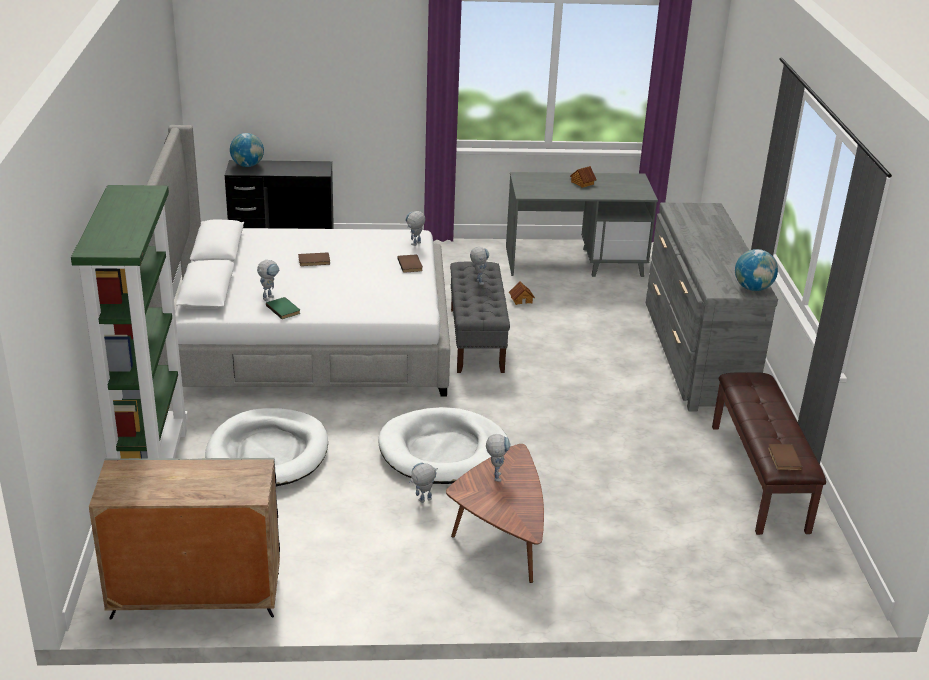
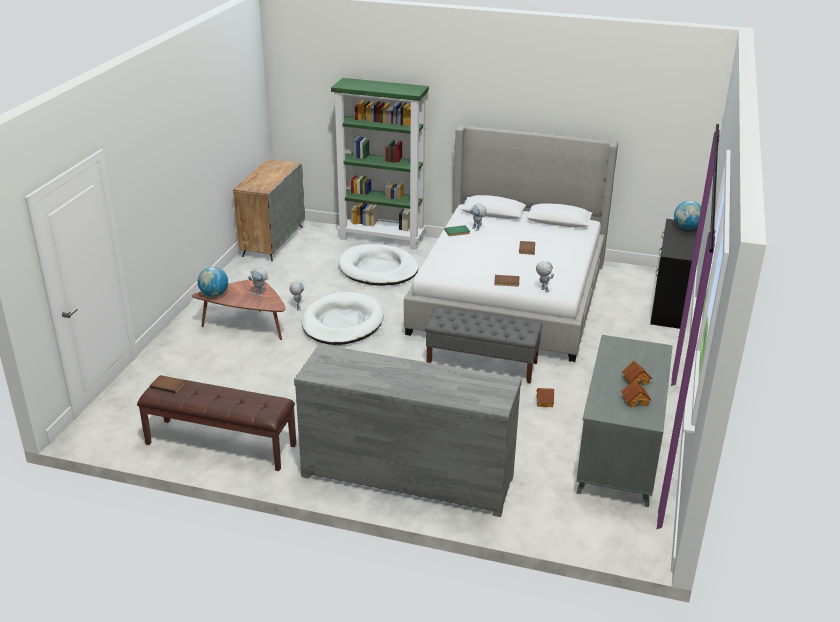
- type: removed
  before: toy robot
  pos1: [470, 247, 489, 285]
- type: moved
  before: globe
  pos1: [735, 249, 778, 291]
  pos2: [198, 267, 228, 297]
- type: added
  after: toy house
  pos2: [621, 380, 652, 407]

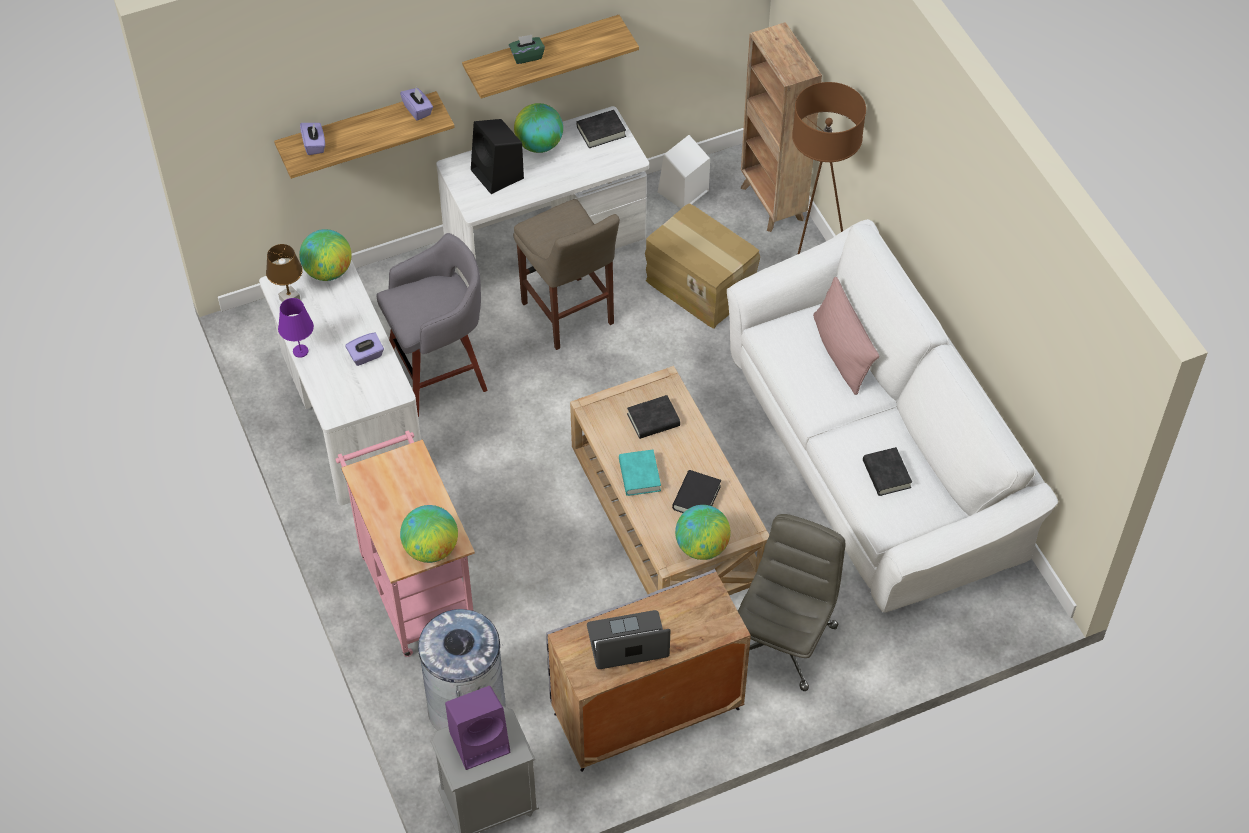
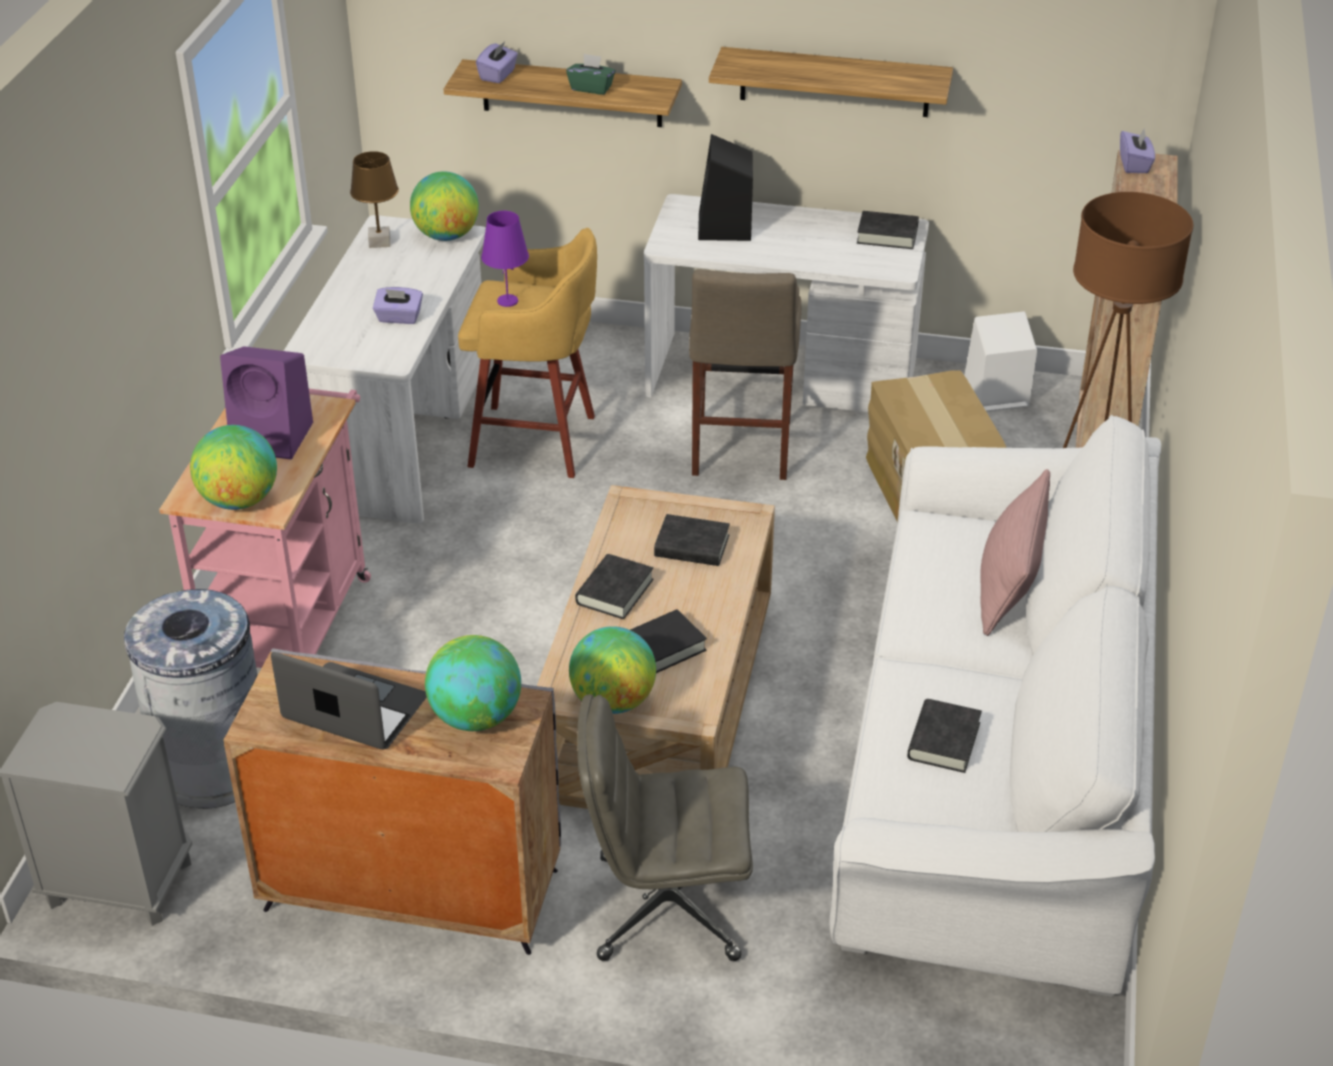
- type: moved
  before: green tissue box
  pos1: [509, 35, 545, 64]
  pos2: [566, 54, 616, 95]
- type: moved
  before: purple tissue box
  pos1: [400, 88, 433, 121]
  pos2: [1120, 127, 1155, 173]
- type: moved
  before: globe
  pos1: [514, 103, 563, 153]
  pos2: [425, 635, 521, 731]
- type: recoloured
  before: grey stool
  after: yellow stool
  pos1: [376, 233, 488, 417]
  pos2: [458, 228, 597, 478]
- type: moved
  before: purple table lamp
  pos1: [278, 298, 314, 358]
  pos2: [481, 211, 529, 307]
- type: recoloured
  before: turquoise book
  after: black book
  pos1: [619, 449, 661, 496]
  pos2: [575, 554, 653, 619]
- type: turned
  before: grey office chair
  pos1: [738, 514, 845, 691]
  pos2: [577, 694, 753, 961]
  turn: -150
- type: moved
  before: purple speaker
  pos1: [445, 686, 510, 770]
  pos2: [220, 346, 313, 459]

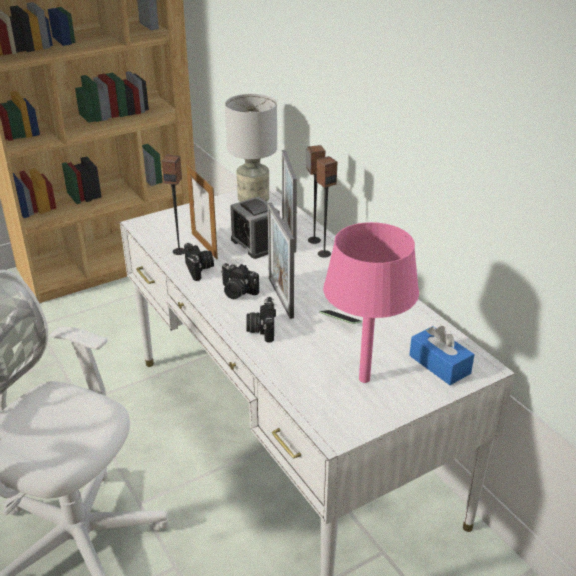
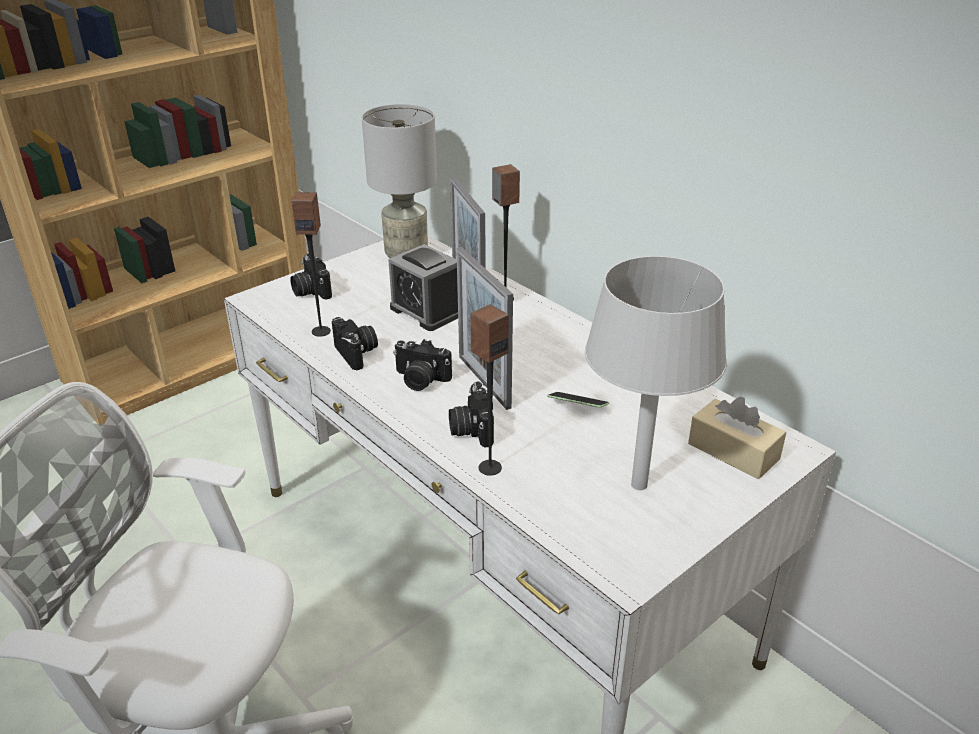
- type: moved
  before: speaker
  pos1: [316, 156, 337, 258]
  pos2: [470, 304, 509, 476]
- type: removed
  before: picture frame
  pos1: [186, 164, 218, 259]
- type: recoloured
  before: pink table lamp
  after: grey table lamp
  pos1: [323, 222, 419, 383]
  pos2: [585, 256, 727, 490]
- type: recoloured
  before: blue tissue box
  after: beige tissue box
  pos1: [409, 326, 474, 385]
  pos2: [688, 397, 786, 479]
- type: added
  after: photo camera
  pos2: [290, 254, 332, 300]

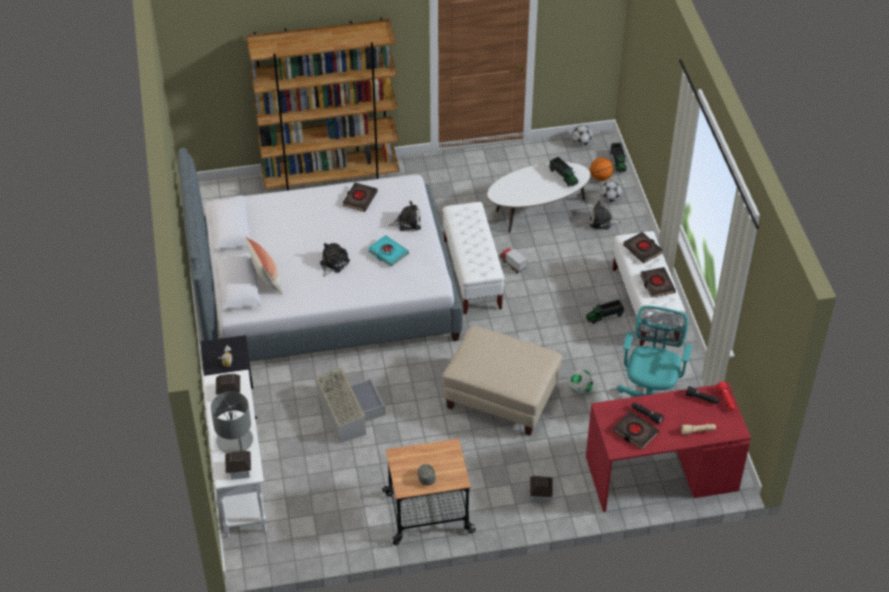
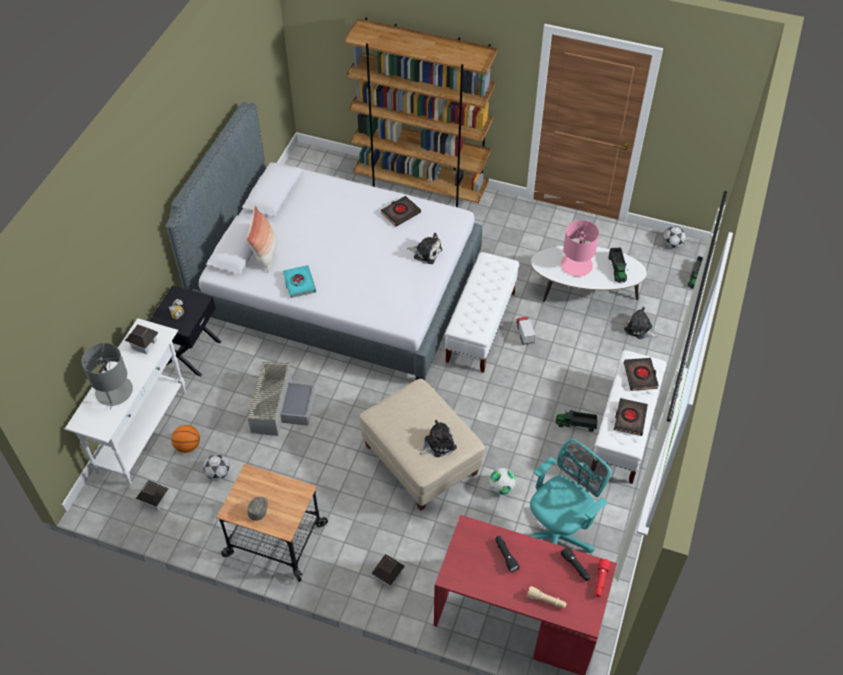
- type: moved
  before: basketball
  pos1: [590, 158, 614, 181]
  pos2: [171, 425, 200, 453]
- type: moved
  before: football
  pos1: [600, 181, 622, 203]
  pos2: [203, 454, 230, 480]
- type: moved
  before: turquoise book
  pos1: [368, 235, 409, 267]
  pos2: [283, 265, 316, 298]
- type: moved
  before: plush toy
  pos1: [320, 243, 350, 277]
  pos2: [420, 420, 457, 457]
- type: removed
  before: black book
  pos1: [613, 411, 659, 450]
- type: moved
  before: toy house
  pos1: [225, 451, 251, 480]
  pos2: [136, 480, 169, 511]
- type: added
  after: pink table lamp
  pos2: [561, 220, 599, 277]

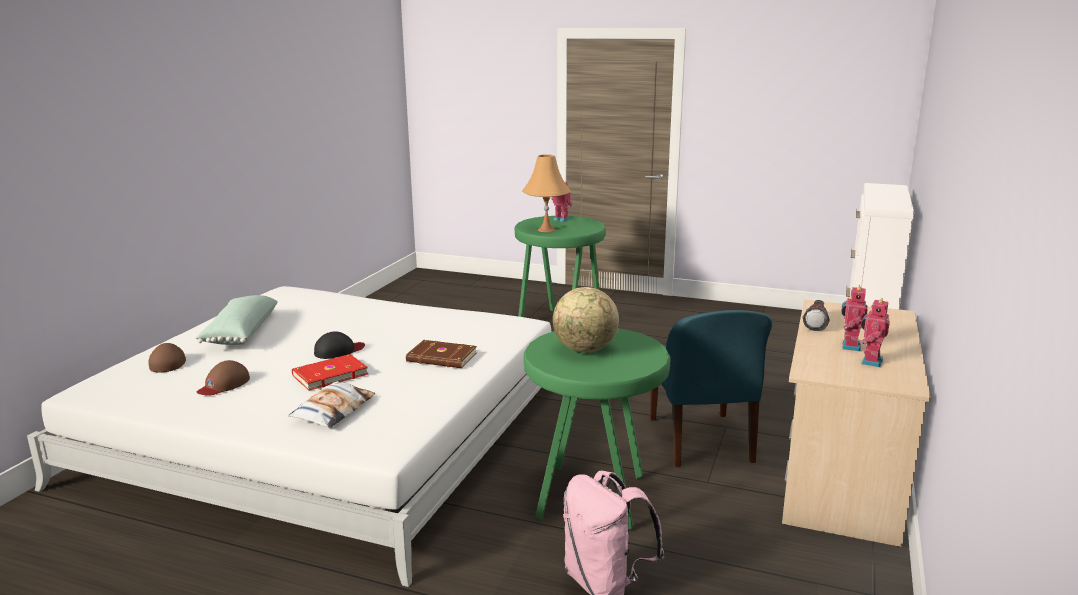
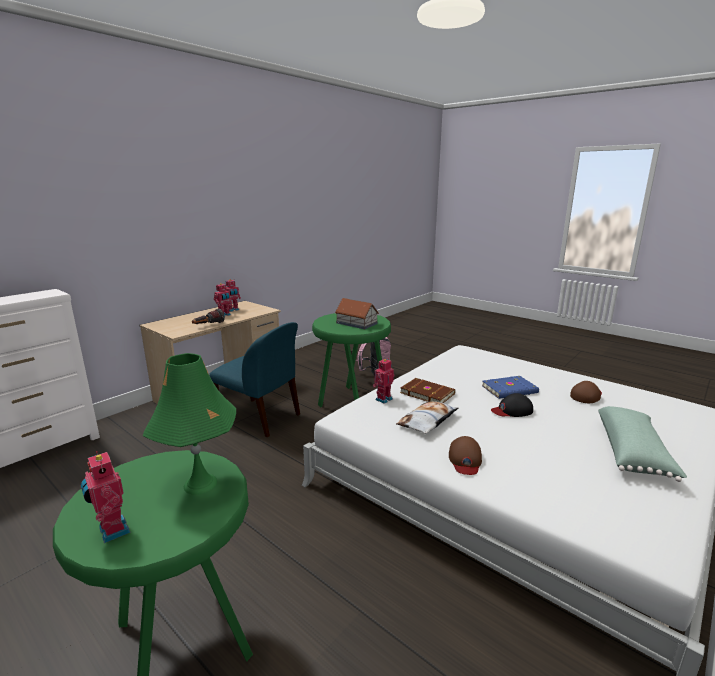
- type: recoloured
  before: orange table lamp
  after: green table lamp
  pos1: [522, 154, 571, 232]
  pos2: [142, 353, 236, 495]
- type: replaced
  before: globe
  after: toy house
  pos1: [553, 287, 619, 353]
  pos2: [335, 298, 379, 329]
- type: turned
  before: blue chair
  pos1: [650, 310, 773, 467]
  pos2: [209, 322, 300, 437]
  turn: 105
- type: moved
  before: brown cap
  pos1: [148, 343, 186, 372]
  pos2: [449, 436, 482, 475]
- type: recoloured
  before: red book
  after: blue book
  pos1: [292, 354, 368, 391]
  pos2: [482, 376, 539, 399]
- type: moved
  before: pillow
  pos1: [288, 381, 376, 428]
  pos2: [396, 401, 459, 434]
- type: added
  after: toy robot
  pos2: [373, 358, 394, 404]

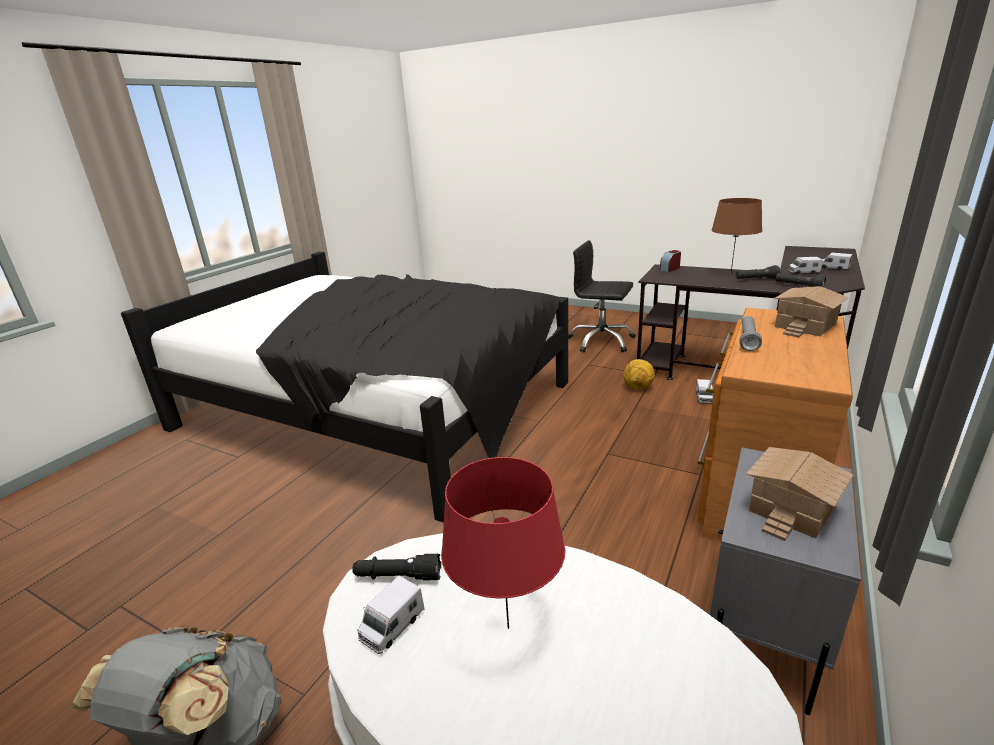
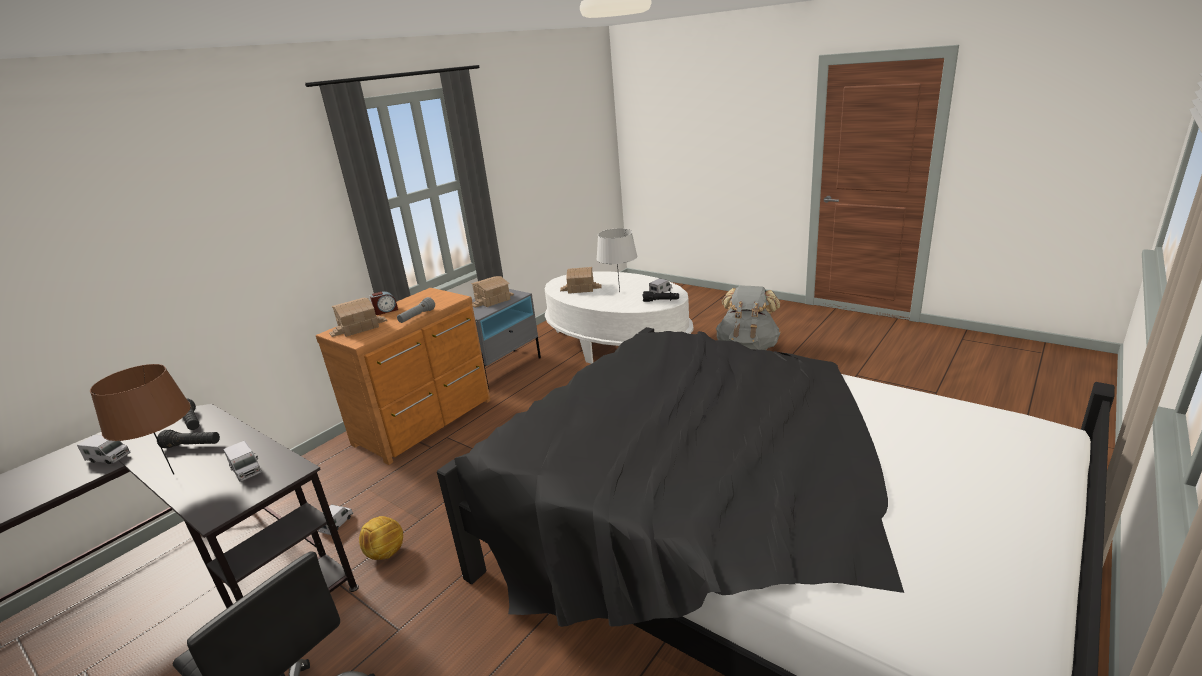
- type: moved
  before: alarm clock
  pos1: [660, 250, 681, 272]
  pos2: [370, 291, 398, 315]
- type: moved
  before: toy truck
  pos1: [822, 253, 853, 270]
  pos2: [223, 441, 262, 481]
- type: recoloured
  before: red table lamp
  after: grey table lamp
  pos1: [441, 457, 566, 629]
  pos2: [596, 228, 637, 292]
- type: added
  after: toy house
  pos2: [560, 267, 602, 294]

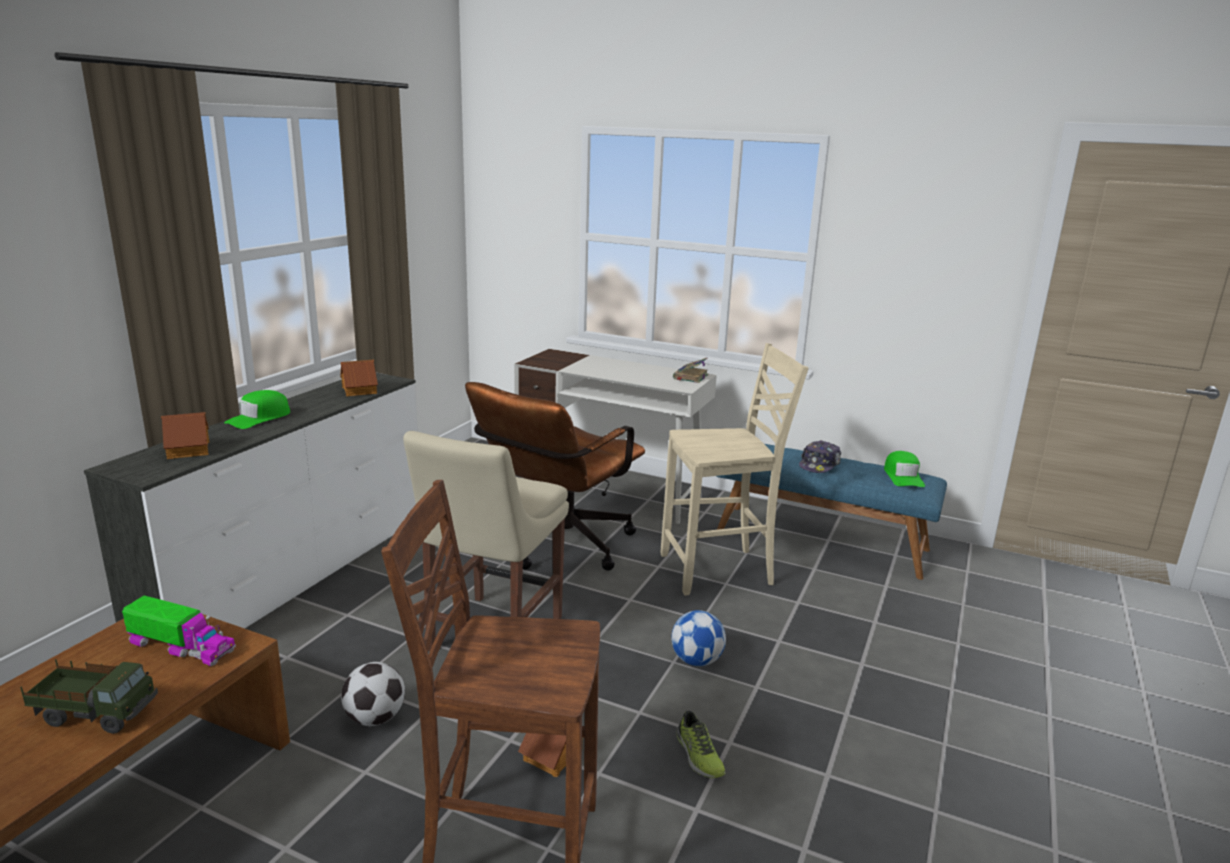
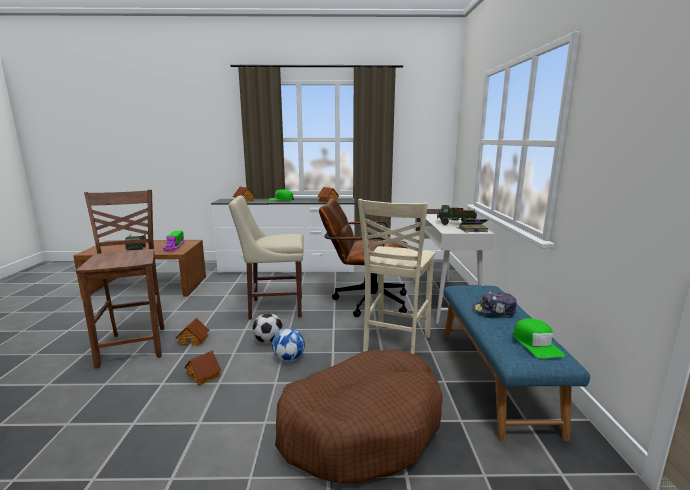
- type: turned
  before: beige chair
  pos1: [661, 343, 808, 595]
  pos2: [358, 199, 435, 354]
  turn: 60
- type: turned
  before: green cap
  pos1: [884, 451, 925, 487]
  pos2: [513, 318, 565, 359]
  turn: -75
- type: moved
  before: football
  pos1: [341, 662, 405, 726]
  pos2: [253, 313, 283, 344]
- type: replaced
  before: shoe
  after: toy house
  pos1: [677, 711, 726, 778]
  pos2: [184, 350, 221, 386]
- type: added
  after: toy truck
  pos2: [437, 205, 477, 225]
- type: added
  after: brown dog bed
  pos2: [275, 349, 443, 484]

